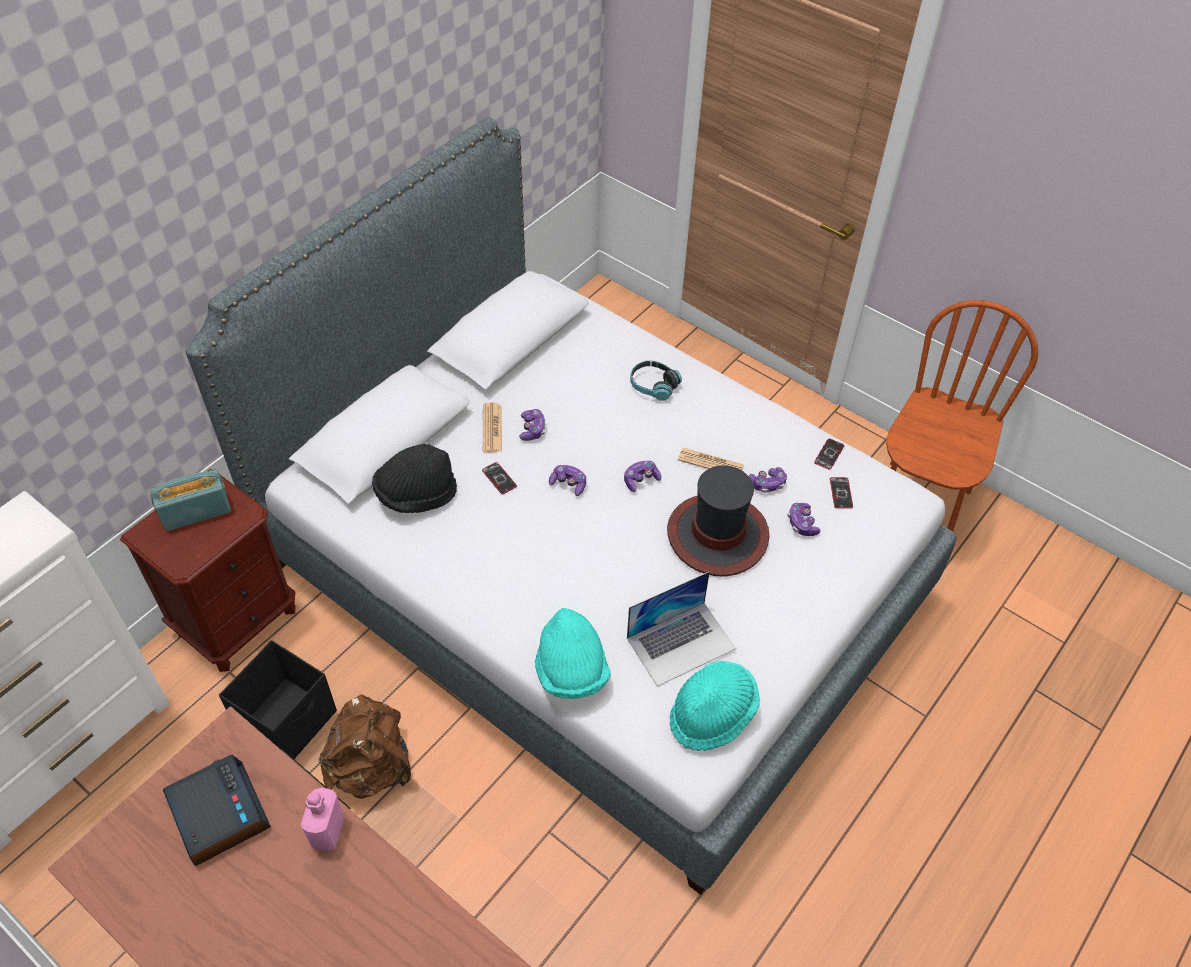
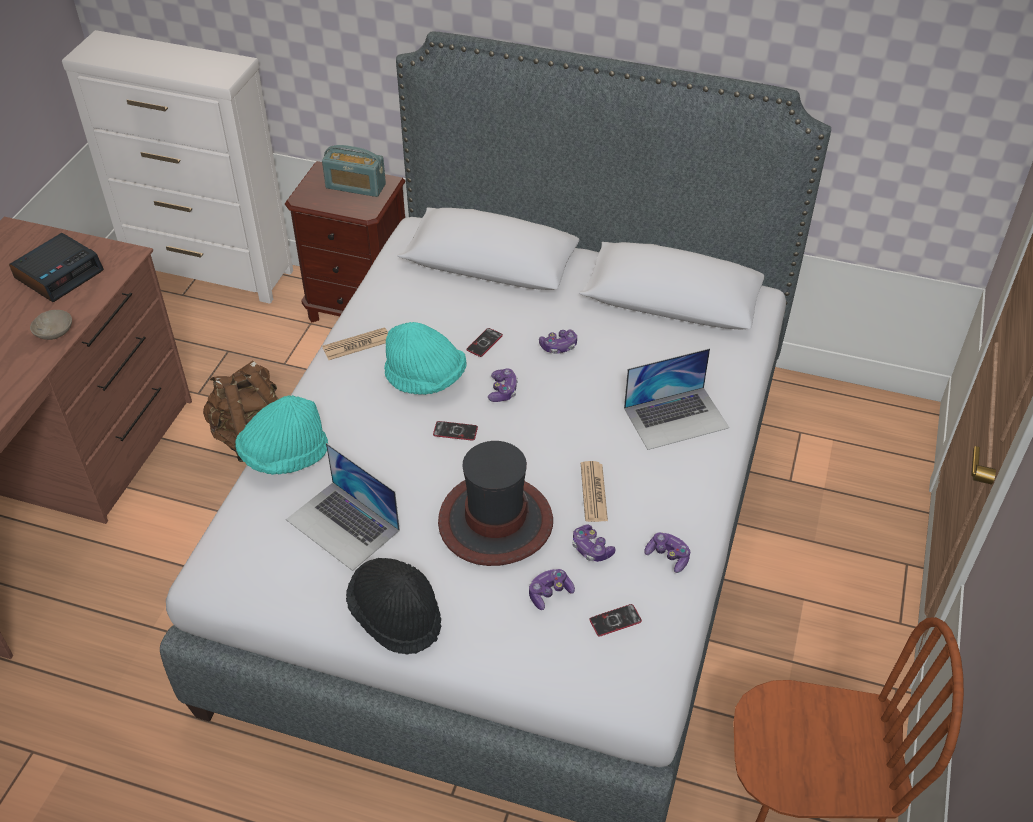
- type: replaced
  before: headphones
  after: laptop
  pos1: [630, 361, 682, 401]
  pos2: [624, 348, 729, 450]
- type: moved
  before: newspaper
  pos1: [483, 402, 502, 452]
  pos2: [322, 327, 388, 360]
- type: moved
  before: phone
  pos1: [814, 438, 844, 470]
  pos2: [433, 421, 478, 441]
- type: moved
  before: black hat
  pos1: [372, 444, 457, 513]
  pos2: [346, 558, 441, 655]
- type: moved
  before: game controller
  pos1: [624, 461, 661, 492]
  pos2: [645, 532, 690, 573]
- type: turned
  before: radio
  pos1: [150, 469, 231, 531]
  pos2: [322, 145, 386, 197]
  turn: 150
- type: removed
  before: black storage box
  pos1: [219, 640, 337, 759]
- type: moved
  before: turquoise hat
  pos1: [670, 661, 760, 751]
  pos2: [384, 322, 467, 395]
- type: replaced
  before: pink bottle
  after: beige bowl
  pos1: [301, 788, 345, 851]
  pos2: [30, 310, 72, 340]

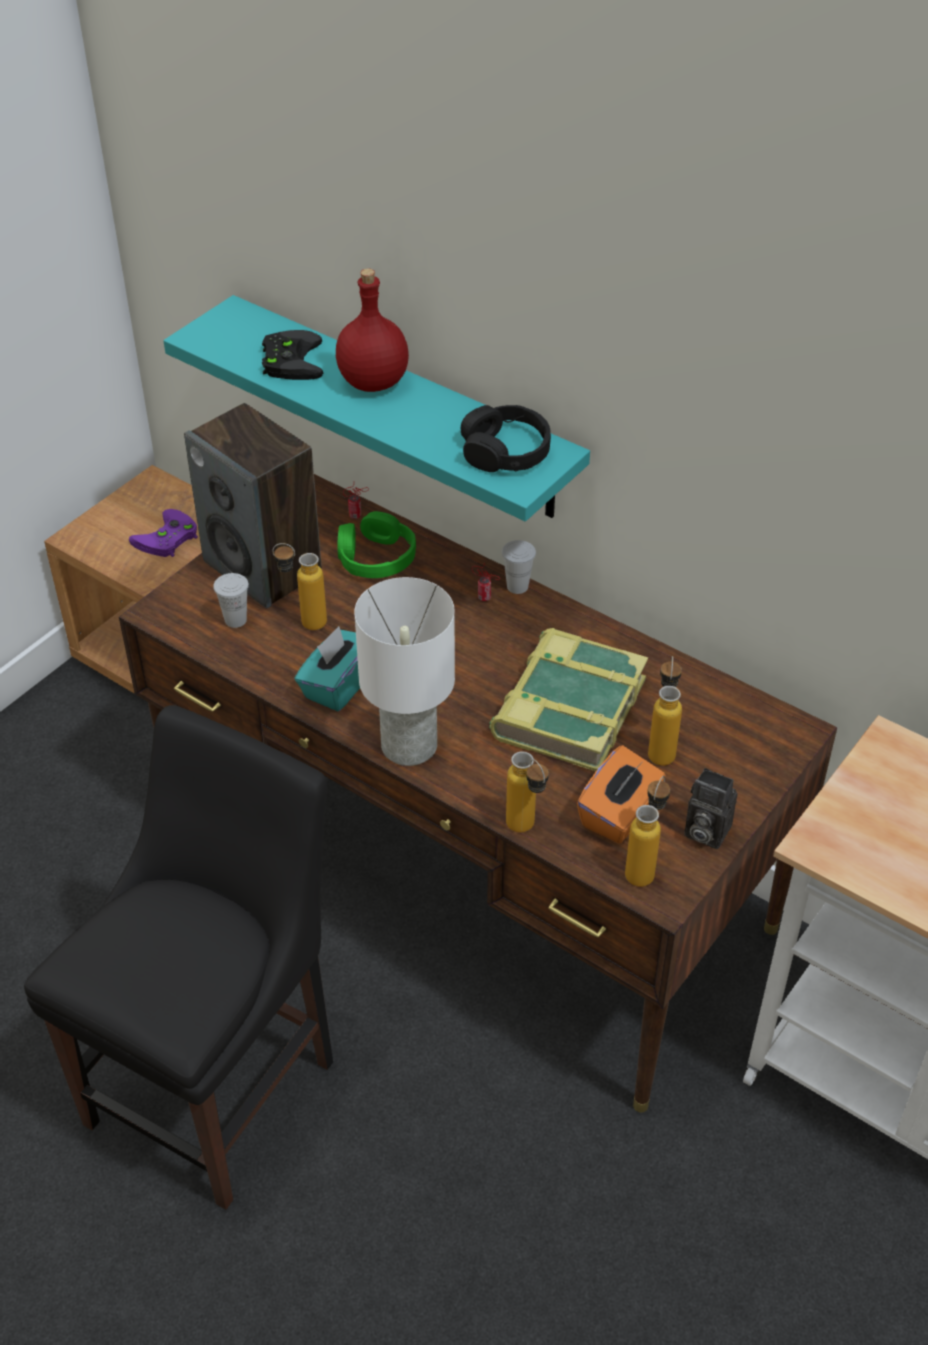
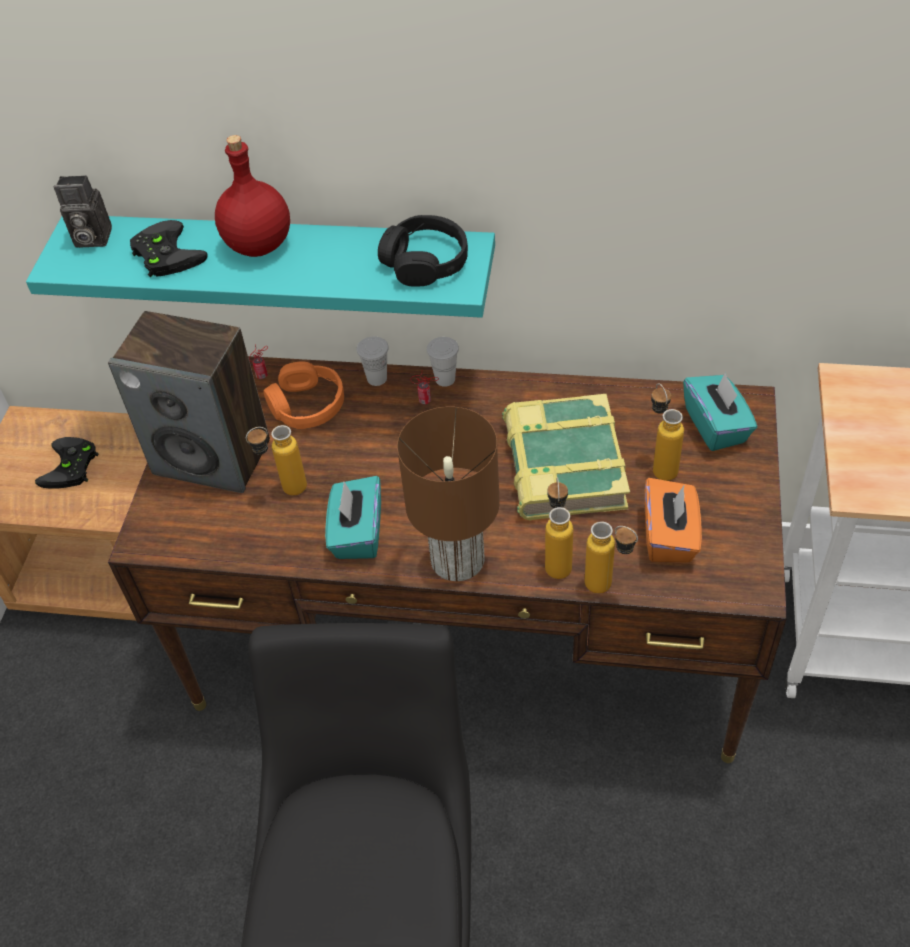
- type: recoloured
  before: purple game controller
  after: black game controller
  pos1: [129, 509, 198, 557]
  pos2: [35, 437, 99, 489]
- type: recoloured
  before: green headphones
  after: orange headphones
  pos1: [338, 511, 416, 578]
  pos2: [263, 361, 344, 429]
- type: moved
  before: white cup
  pos1: [213, 573, 249, 628]
  pos2: [357, 336, 389, 386]
- type: recoloured
  before: white table lamp
  after: brown table lamp
  pos1: [354, 577, 455, 766]
  pos2: [397, 406, 500, 581]
- type: moved
  before: photo camera
  pos1: [685, 768, 737, 849]
  pos2: [54, 175, 112, 248]
- type: moved
  before: bottle
  pos1: [625, 776, 670, 887]
  pos2: [545, 477, 573, 579]
- type: added
  after: turquoise tissue box
  pos2: [683, 372, 757, 451]

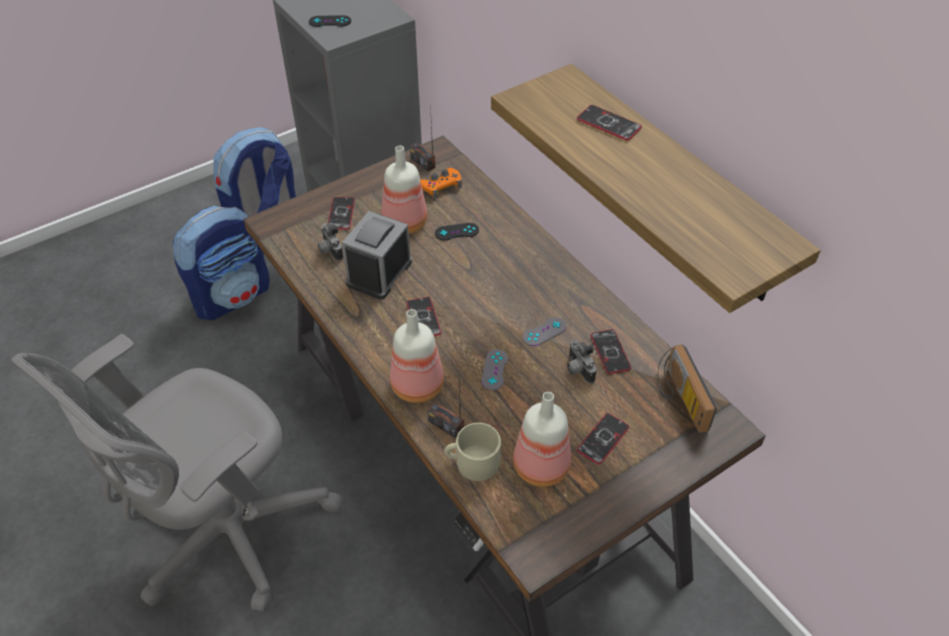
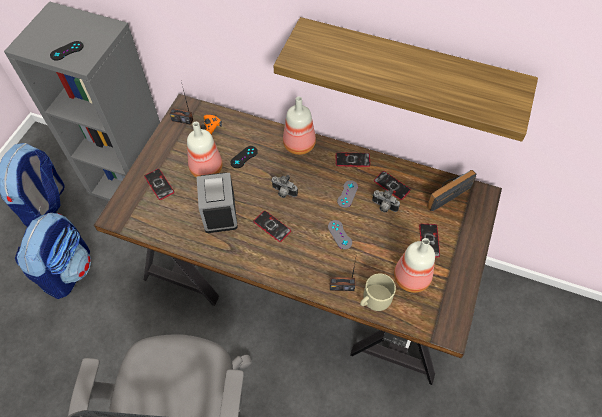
- type: moved
  before: phone
  pos1: [577, 105, 642, 141]
  pos2: [336, 152, 370, 167]
- type: moved
  before: photo camera
  pos1: [318, 223, 343, 261]
  pos2: [271, 175, 298, 198]
- type: moved
  before: bottle
  pos1: [390, 309, 444, 403]
  pos2: [283, 97, 316, 155]
- type: turned
  before: radio
  pos1: [658, 344, 717, 433]
  pos2: [427, 170, 476, 211]
  turn: 105

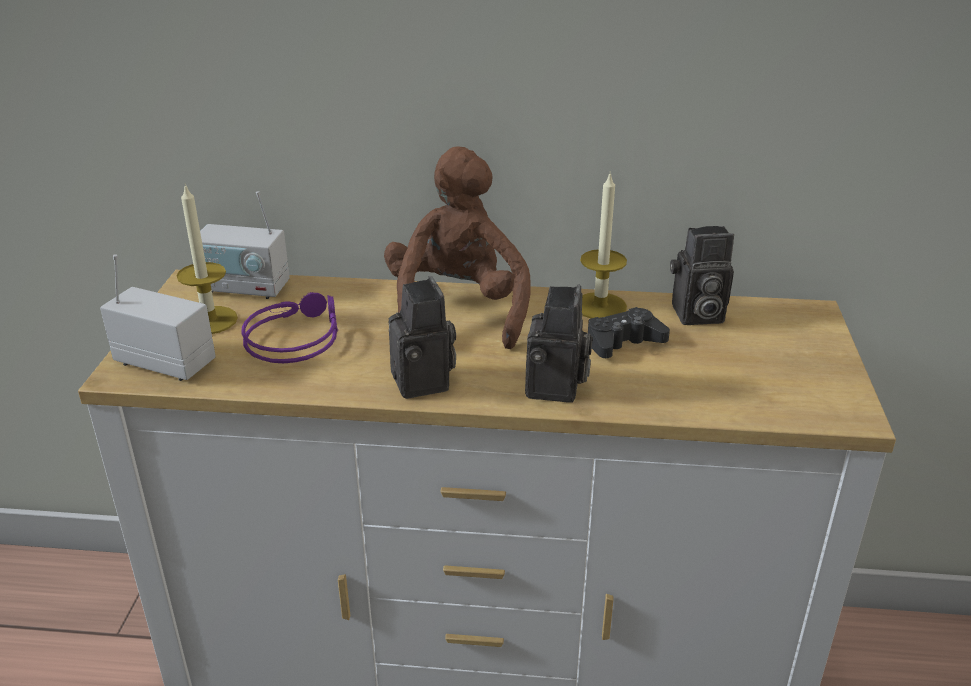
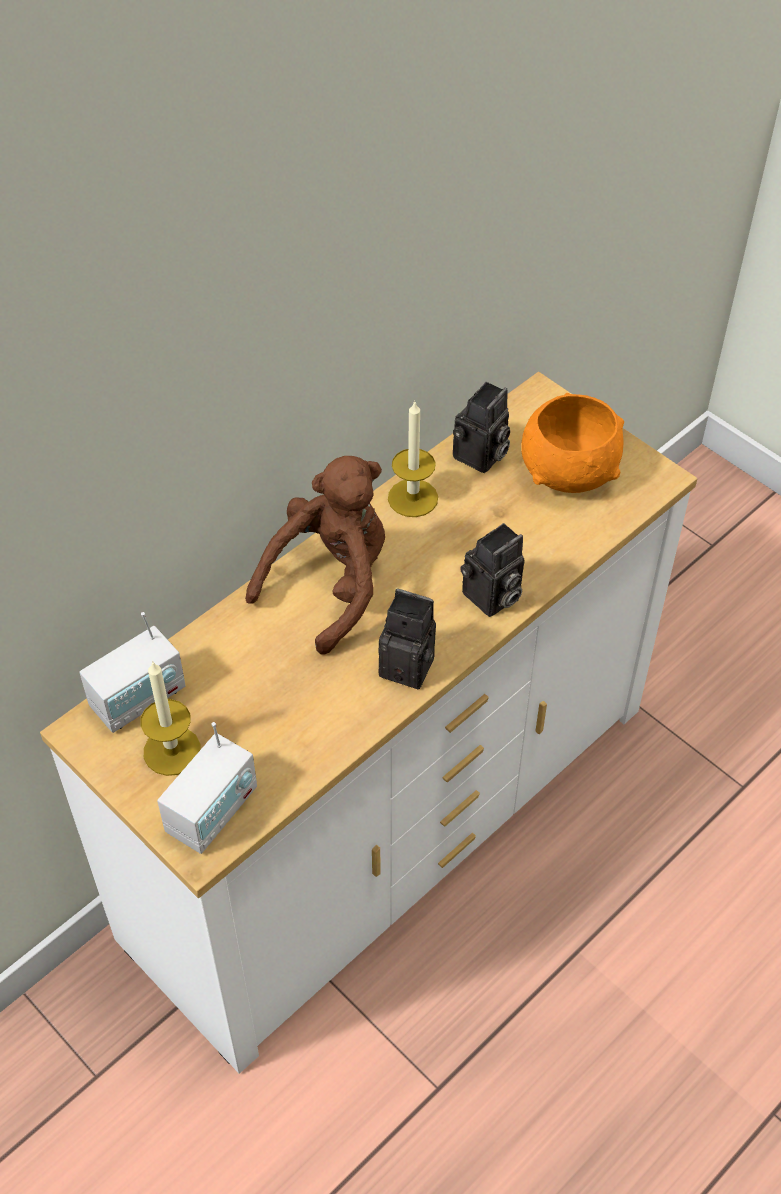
- type: turned
  before: brown plush toy
  pos1: [384, 146, 530, 349]
  pos2: [245, 456, 385, 654]
  turn: 90
- type: turned
  before: radio
  pos1: [100, 254, 216, 381]
  pos2: [157, 722, 257, 854]
  turn: 150
- type: turned
  before: photo camera
  pos1: [525, 284, 593, 403]
  pos2: [460, 523, 524, 617]
  turn: 90
- type: removed
  before: purple headphones
  pos1: [242, 292, 338, 363]
- type: removed
  before: black game controller
  pos1: [588, 307, 670, 358]
- type: added
  after: orange bowl
  pos2: [521, 393, 624, 493]

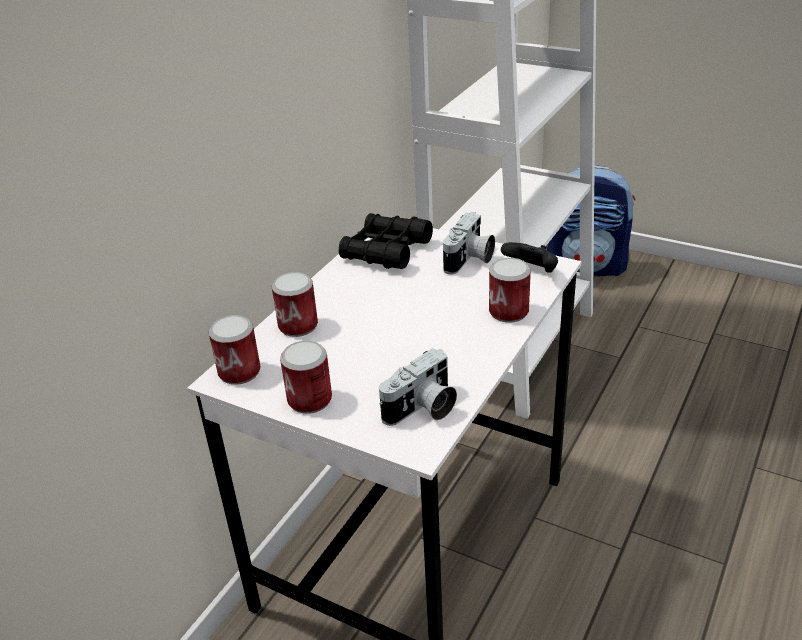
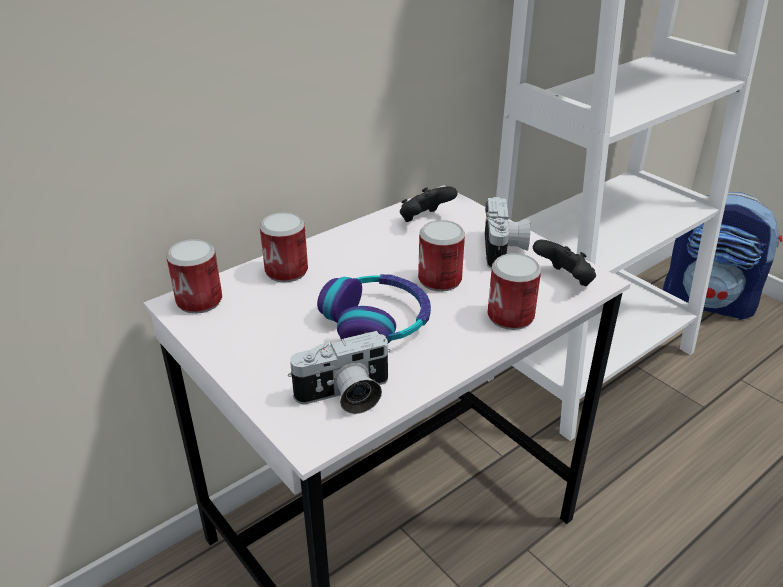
- type: turned
  before: photo camera
  pos1: [443, 212, 495, 275]
  pos2: [485, 197, 530, 269]
  turn: -45
- type: replaced
  before: black binoculars
  after: black game controller
  pos1: [339, 213, 433, 269]
  pos2: [400, 186, 458, 222]
- type: moved
  before: can
  pos1: [280, 341, 332, 414]
  pos2: [418, 220, 465, 292]
- type: added
  after: headphones
  pos2: [317, 274, 431, 343]

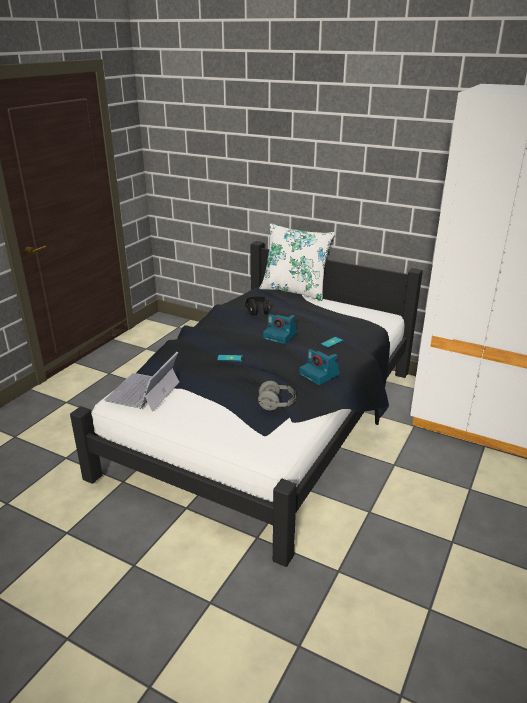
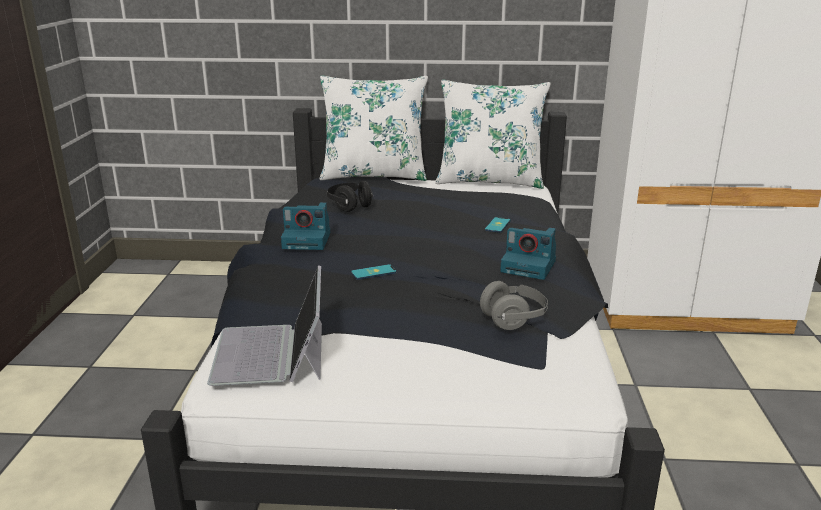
- type: moved
  before: photo camera
  pos1: [263, 314, 297, 344]
  pos2: [281, 202, 330, 250]
- type: added
  after: white pillow
  pos2: [435, 79, 551, 189]

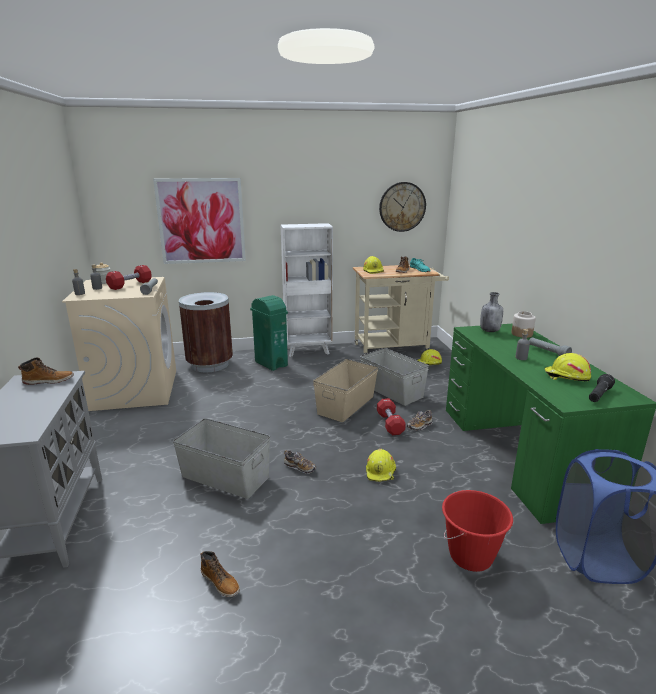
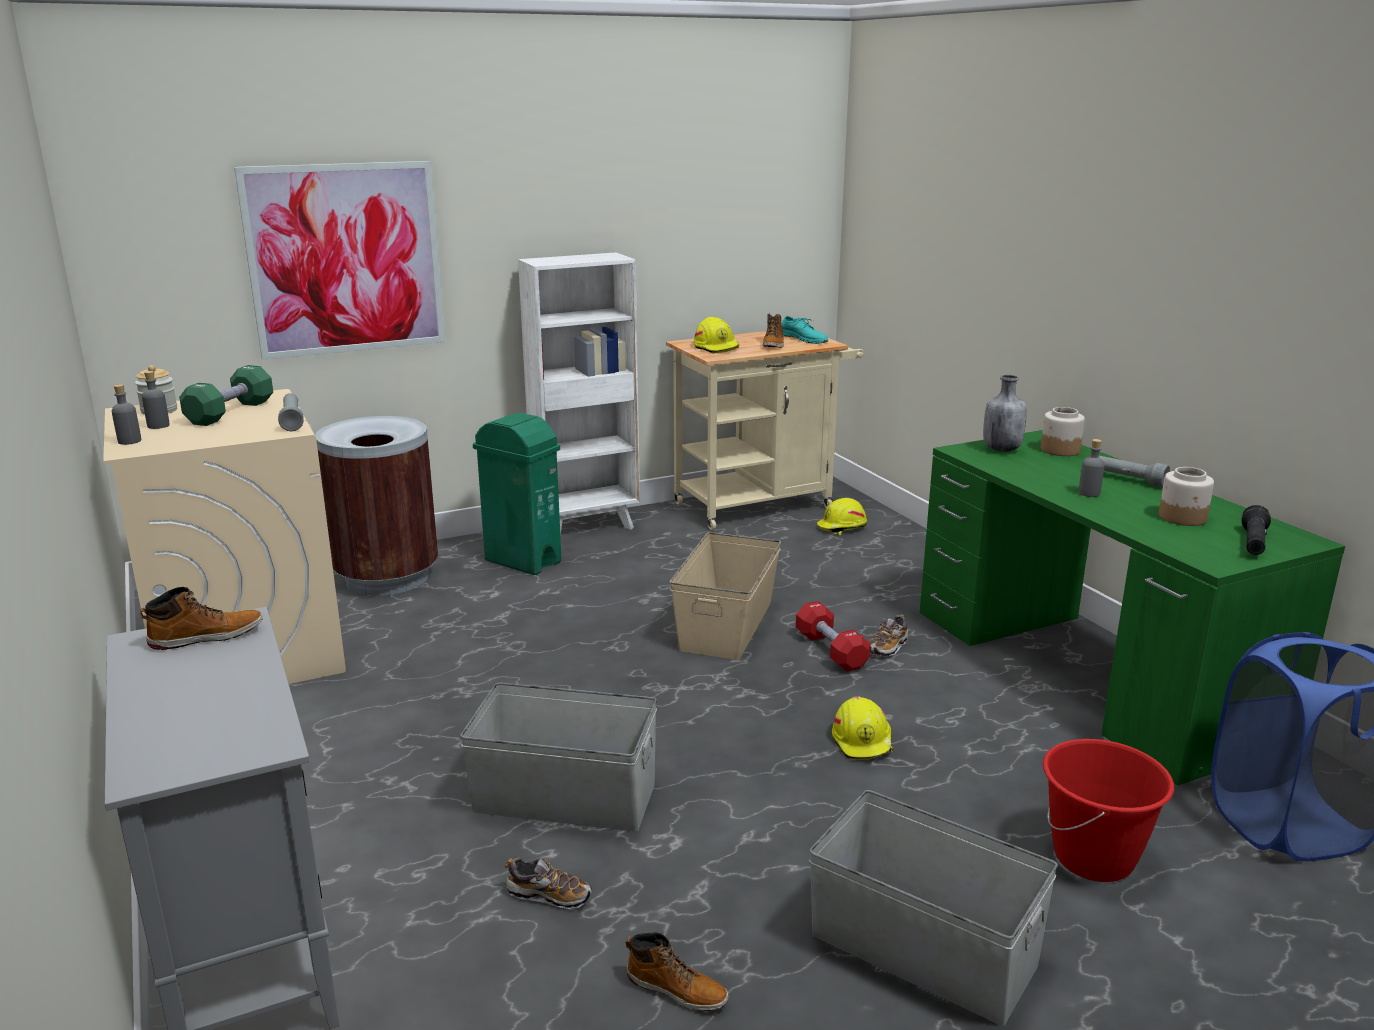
- type: removed
  before: wall clock
  pos1: [379, 182, 426, 232]
- type: recoloured
  before: red dumbbell
  after: green dumbbell
  pos1: [106, 265, 152, 290]
  pos2: [179, 365, 273, 426]
- type: moved
  before: grey storage box
  pos1: [360, 348, 429, 406]
  pos2: [809, 790, 1058, 1026]
- type: replaced
  before: yellow hard hat
  after: jar
  pos1: [544, 353, 591, 381]
  pos2: [1159, 467, 1214, 526]
- type: moved
  before: shoe
  pos1: [284, 450, 316, 474]
  pos2: [505, 857, 592, 909]

